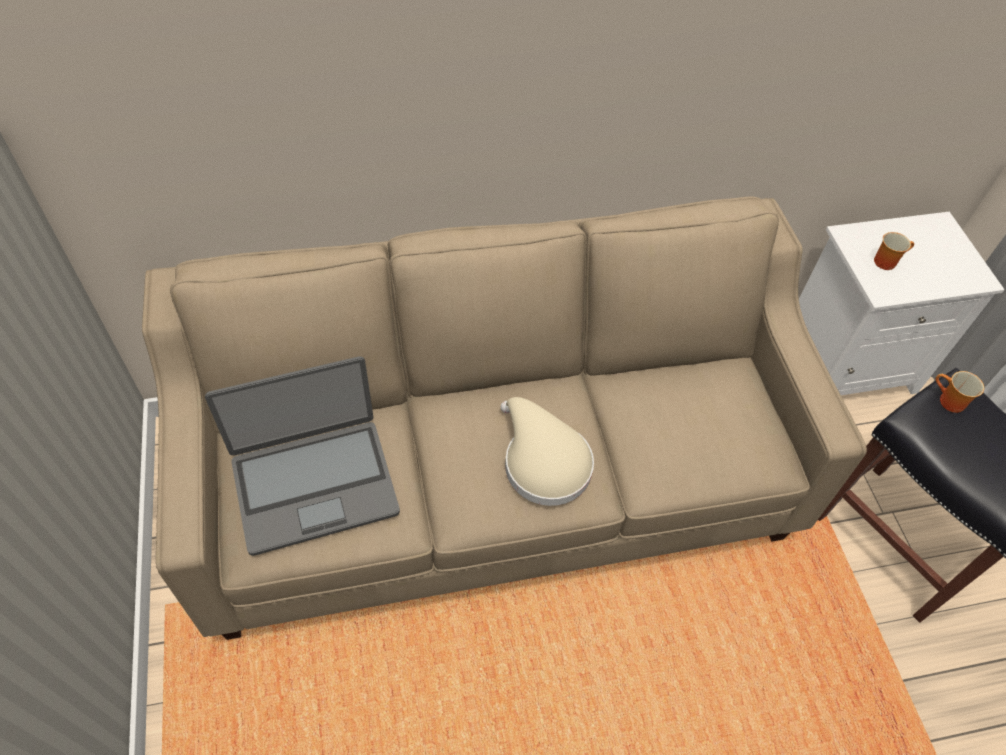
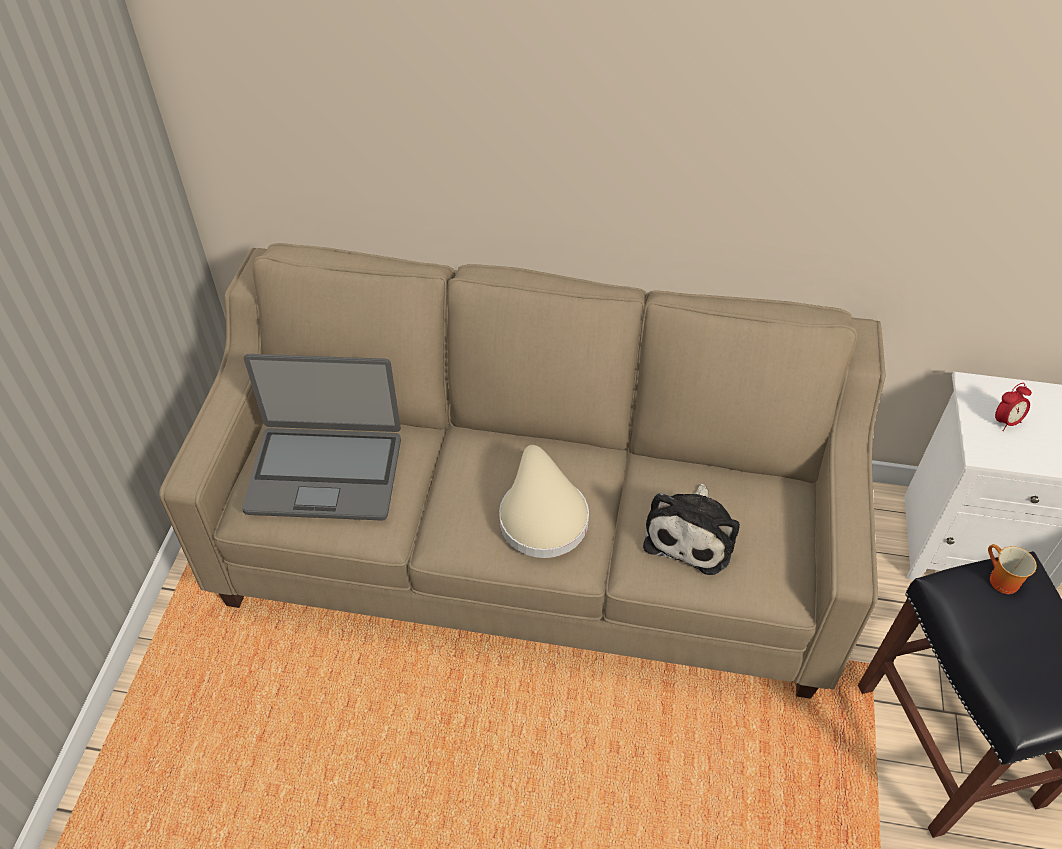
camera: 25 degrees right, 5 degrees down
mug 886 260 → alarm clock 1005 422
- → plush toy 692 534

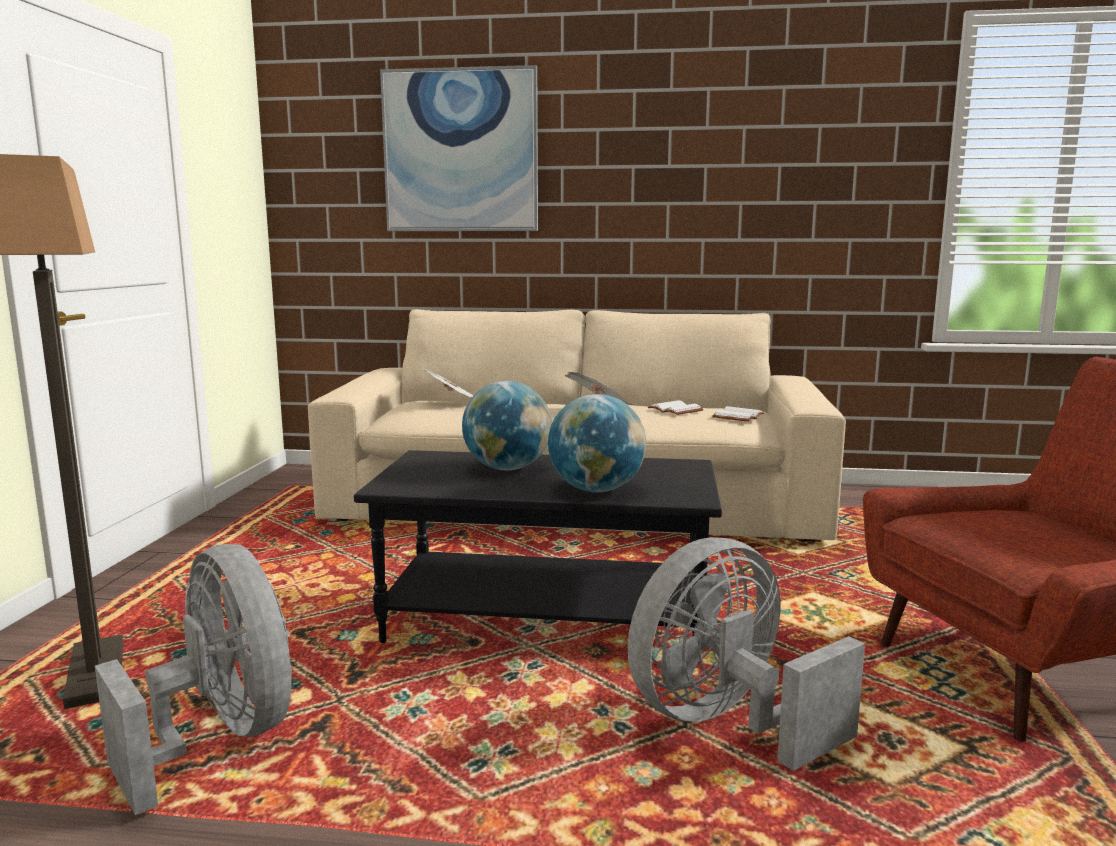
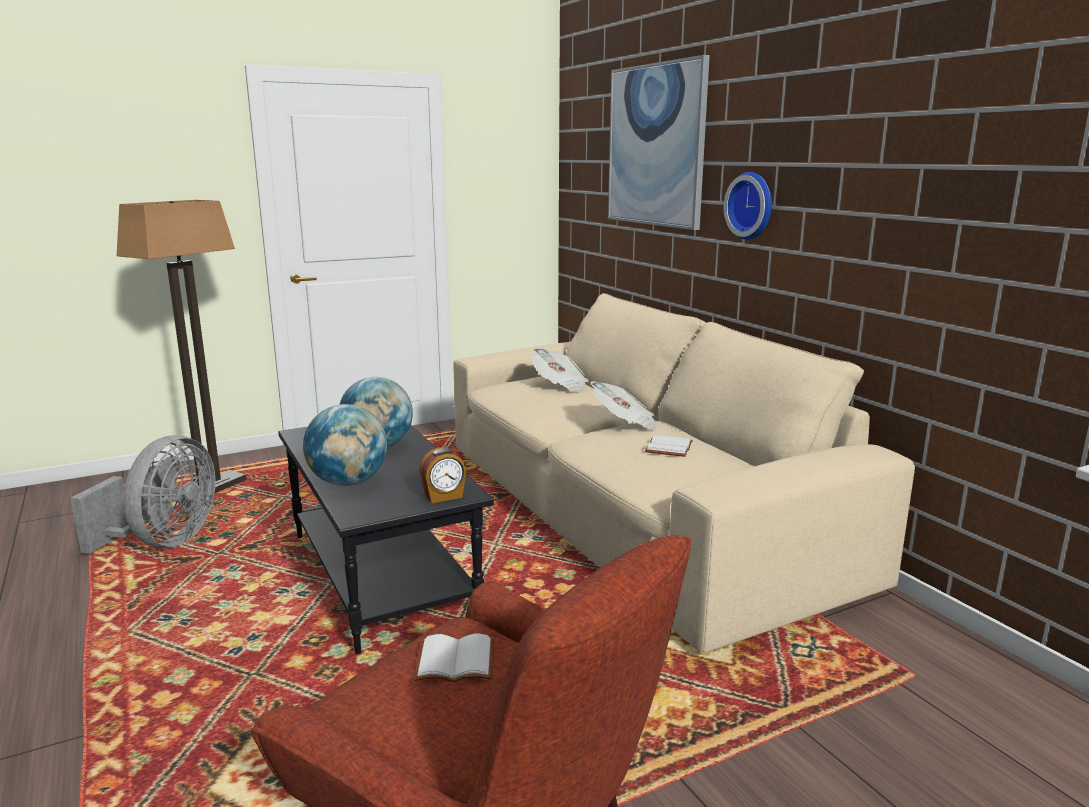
camera: 55 degrees right, 5 degrees up
book (white) 739 417 → book (white) 454 663, shifted
fan (grey) 726 722 → -
- → wall clock 752 205
- → alarm clock 444 496

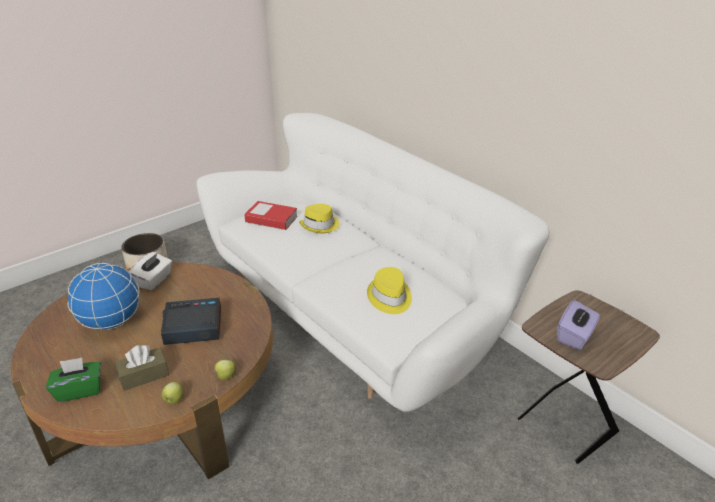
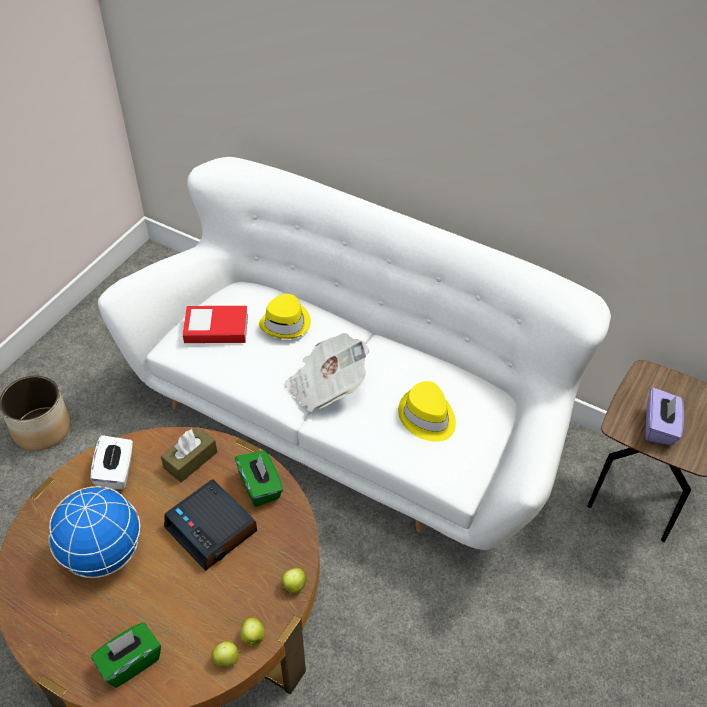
camera: 20 degrees left, 15 degrees up
alarm clock 192 327 → alarm clock 212 529, 105 degrees counterclockwise
tissue box (brown) 144 375 → tissue box (brown) 190 460, shifted
- → newspaper 326 386
- → tissue box (green) 260 487
- → apple 227 659

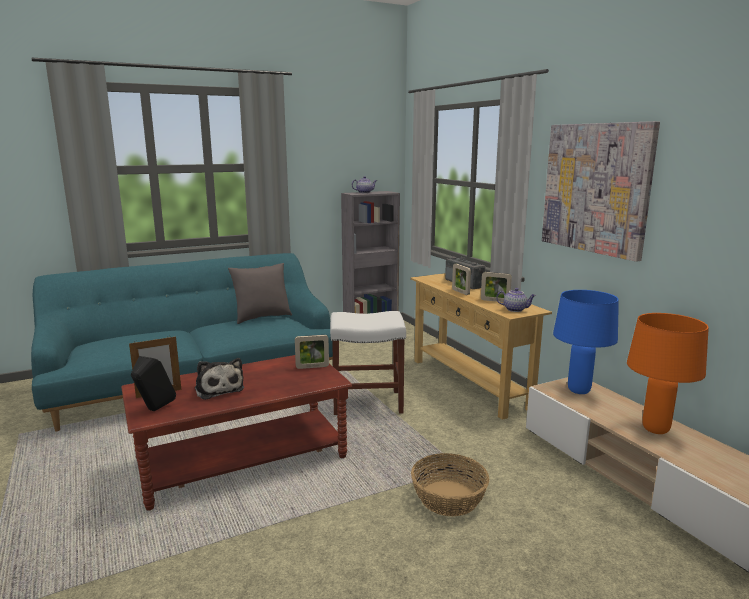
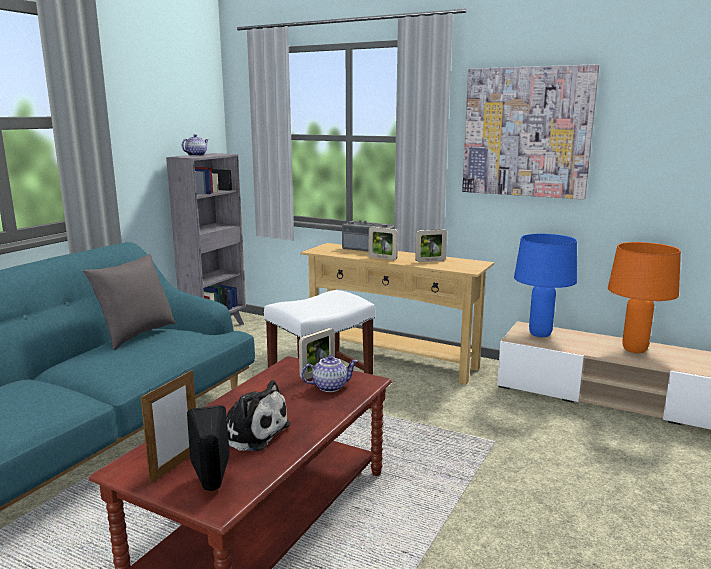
camera: 35 degrees left, 0 degrees up
teapot 515 309 → teapot 330 386, shifted
basket 449 498 → -

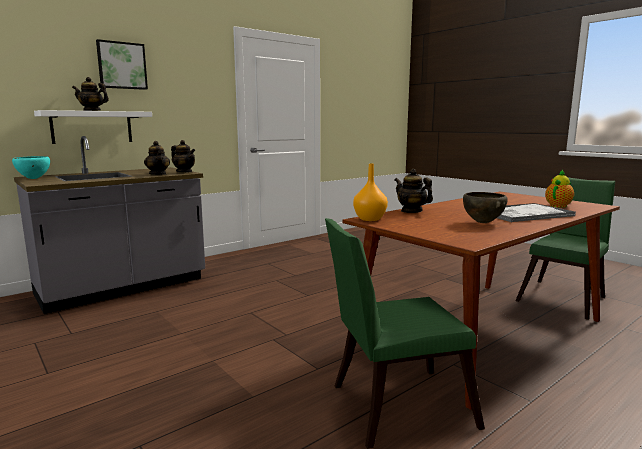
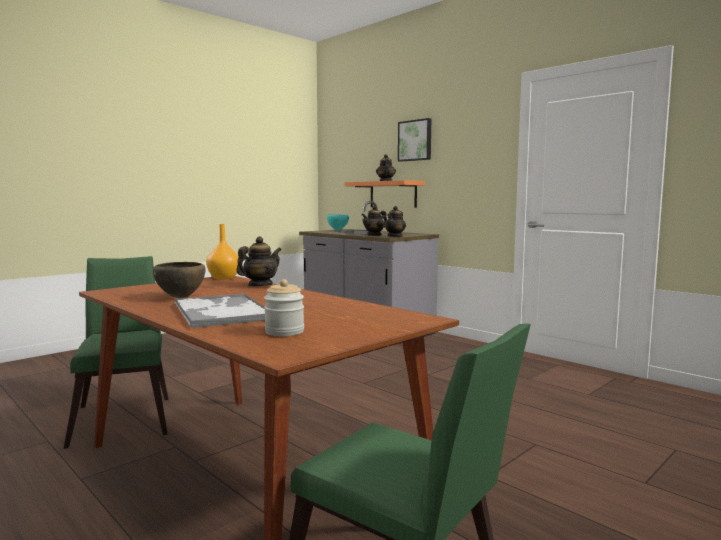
camera: 85 degrees right, 5 degrees down
shelf (white) 92 127 → shelf (orange) 393 194
teapot 558 205 → jar 284 332

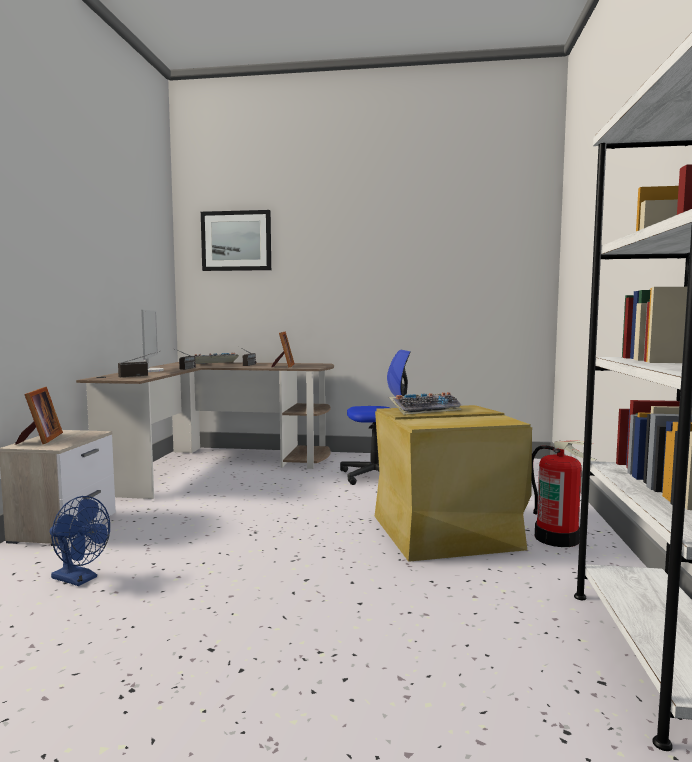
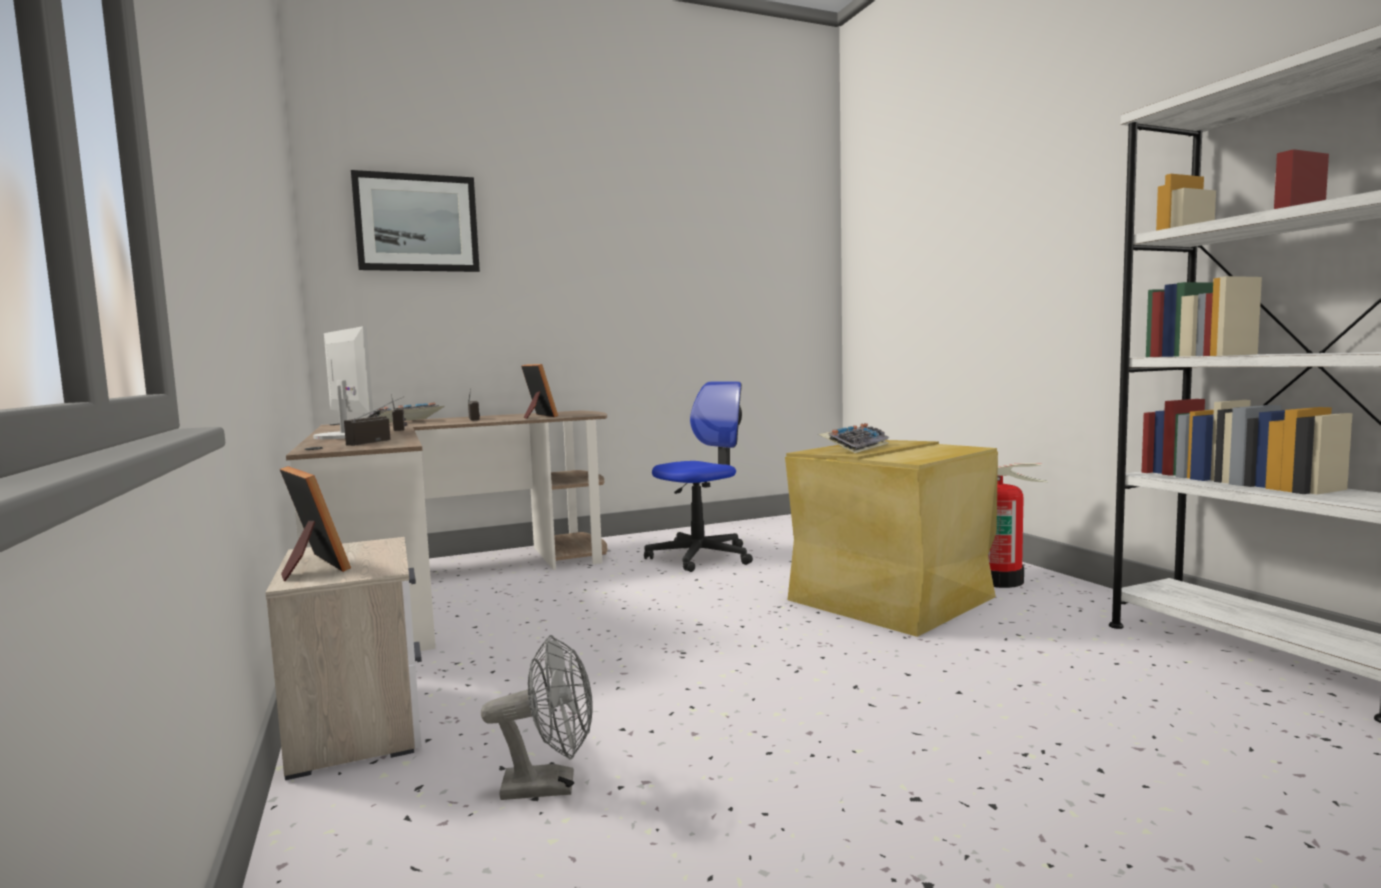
camera: 30 degrees left, 0 degrees up
fan (blue) 80 579 → fan (grey) 551 785

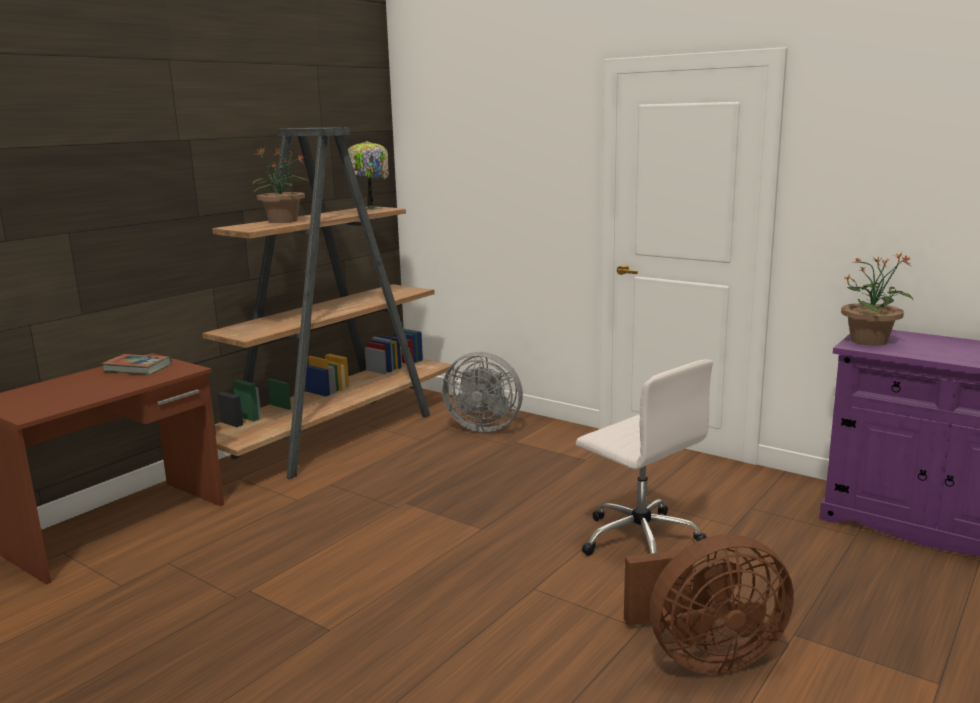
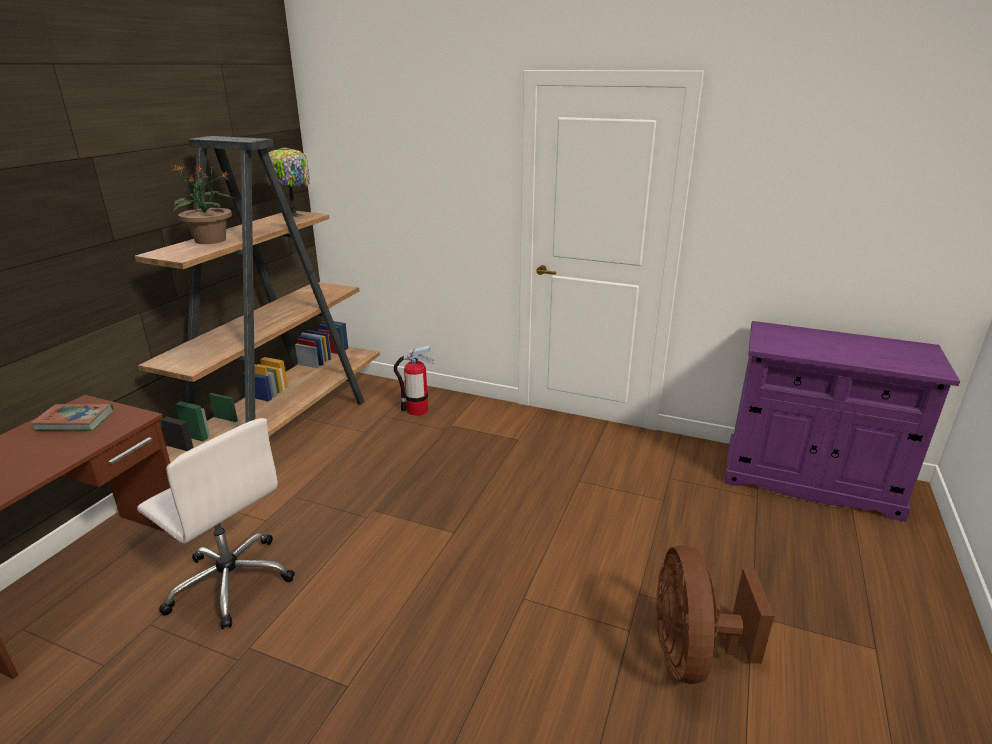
camera: 15 degrees left, 10 degrees up
potted plant 870 341 → -
fan (grey) 483 426 → fire extinguisher 417 410
office chair (white) 639 538 → office chair (white) 230 581, shifted
fan (brown) 704 656 → fan (brown) 692 654, 120 degrees clockwise

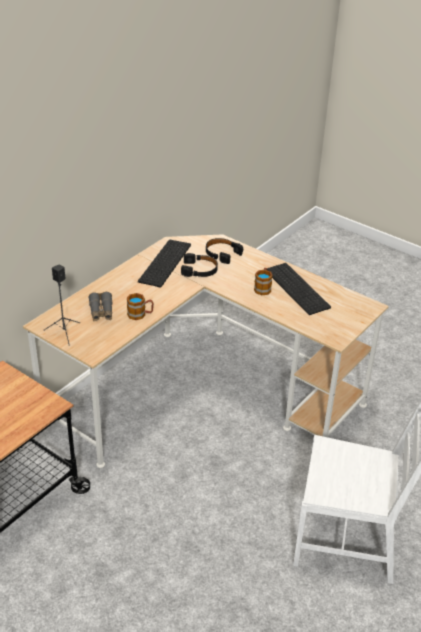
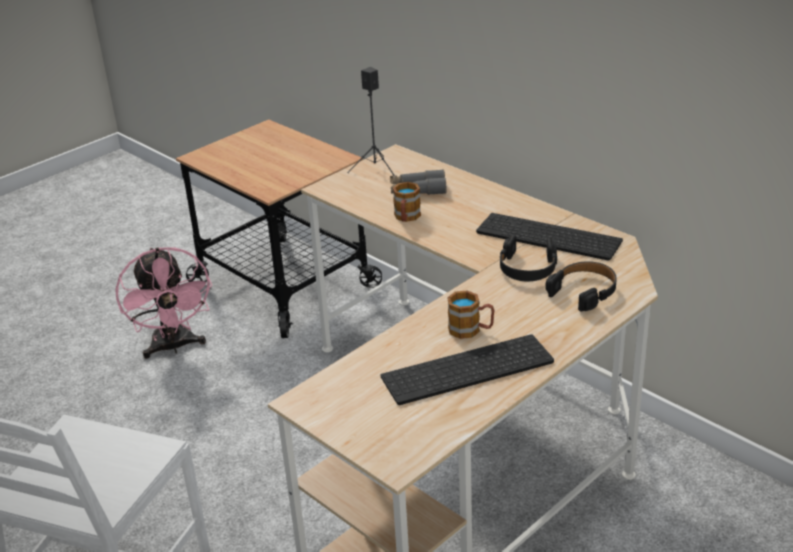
camera: 100 degrees right, 5 degrees down
- → fan (pink) 174 347

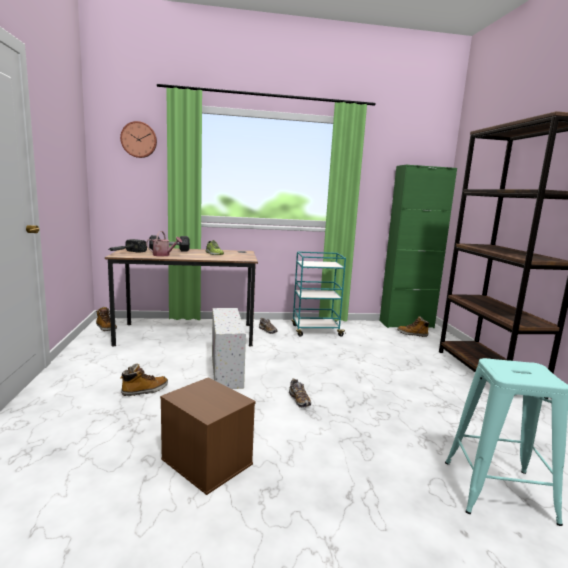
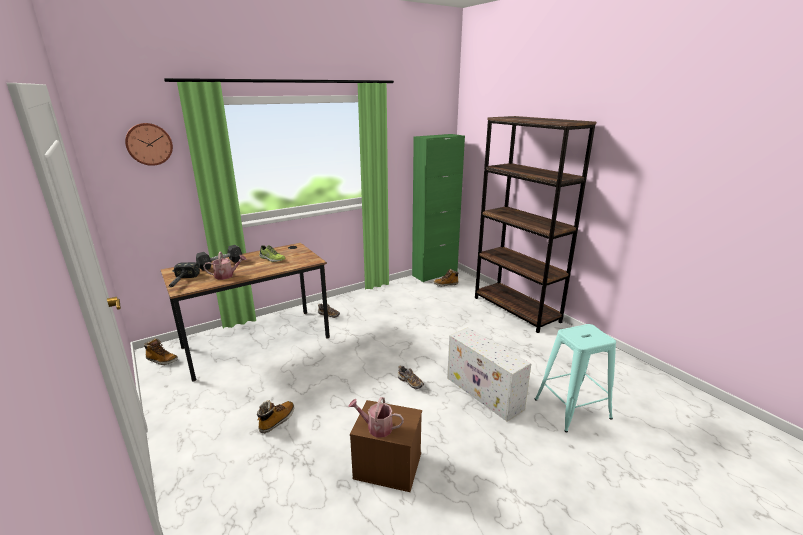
camera: 25 degrees left, 10 degrees up
cart (turquoise) 315 331 → -
storage box (white) 226 370 → storage box (white) 485 393, shifted
- → watering can 376 427

